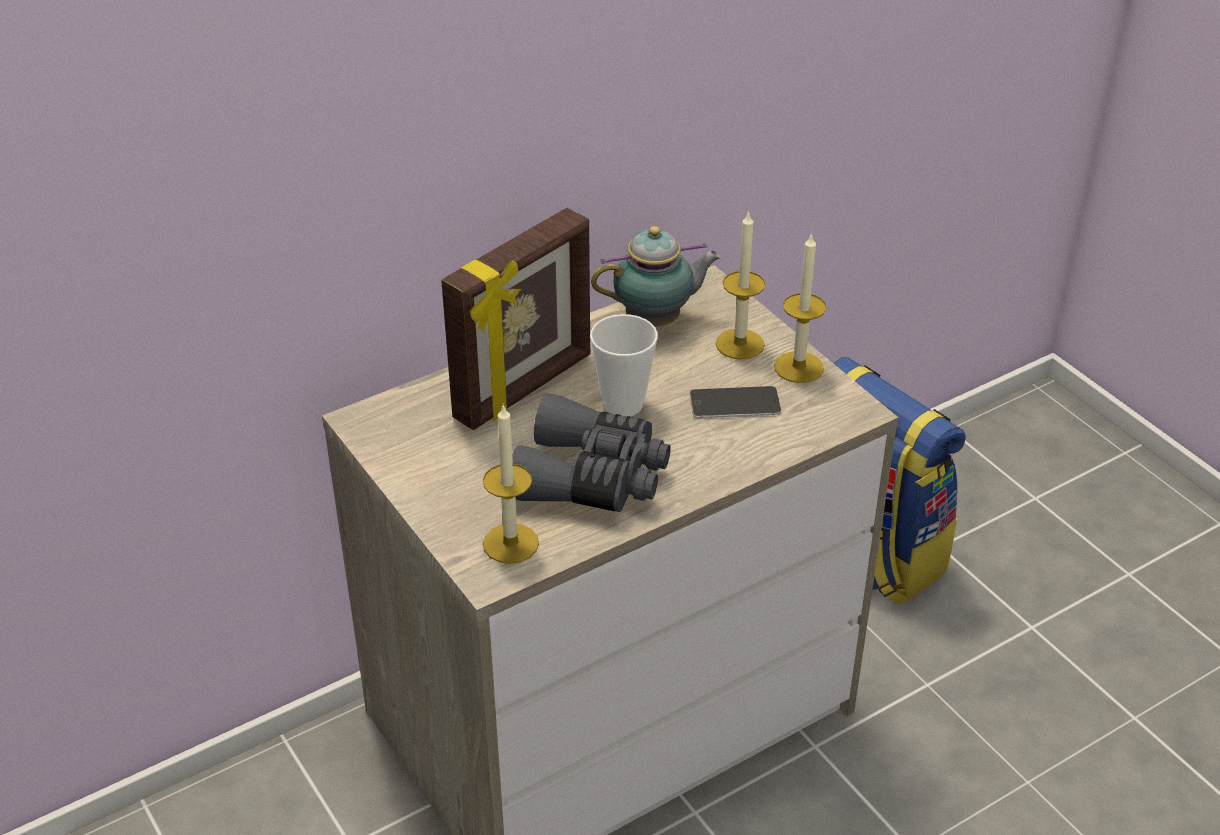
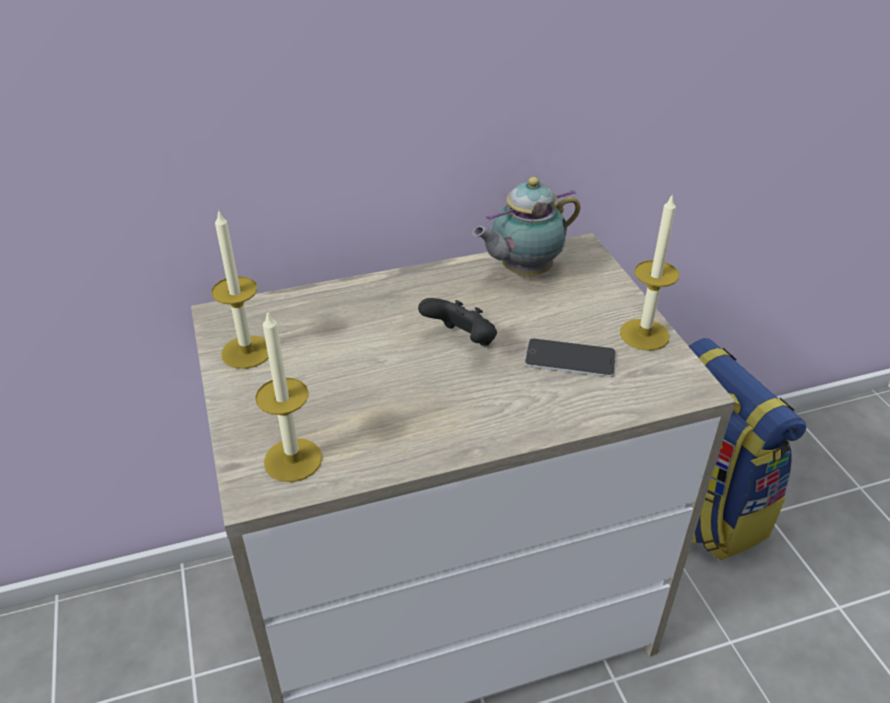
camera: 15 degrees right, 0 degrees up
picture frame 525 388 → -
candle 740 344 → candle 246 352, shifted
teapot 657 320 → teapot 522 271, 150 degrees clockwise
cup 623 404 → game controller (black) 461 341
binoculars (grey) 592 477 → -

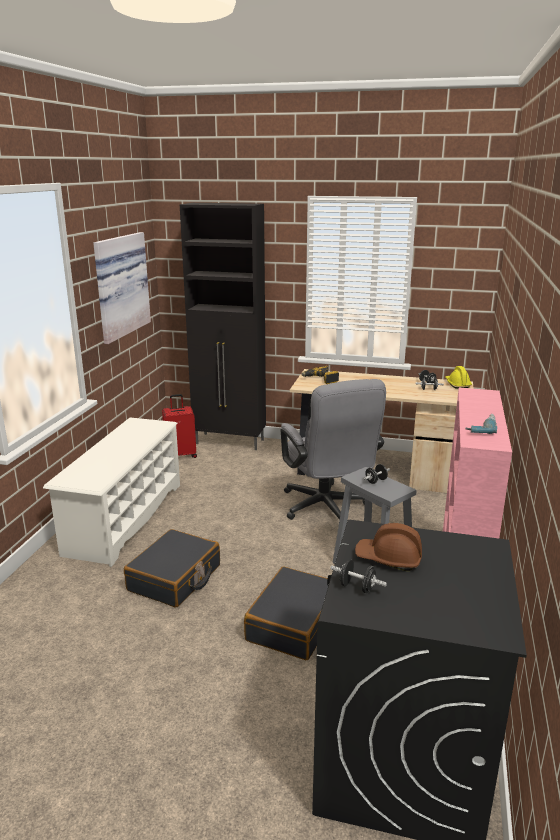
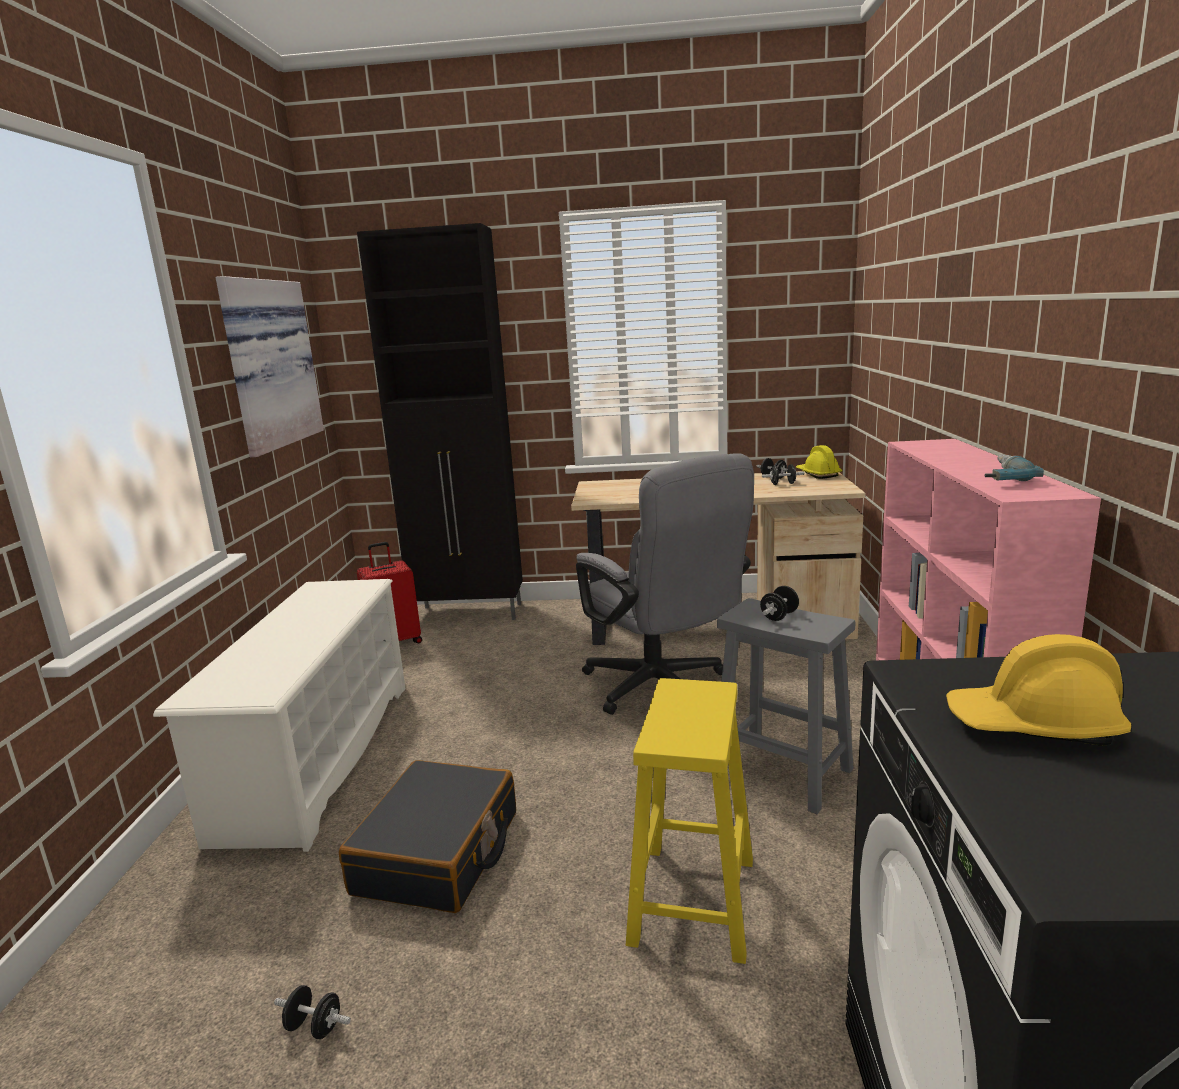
camera: 10 degrees left, 5 degrees down
power drill 321 379 → -
hard hat (brown) 388 559 → hard hat (yellow) 1033 725
dumbbell (black) 357 587 → dumbbell (black) 314 1027, shifted
suitcase (black) 293 623 → stool (yellow) 693 902

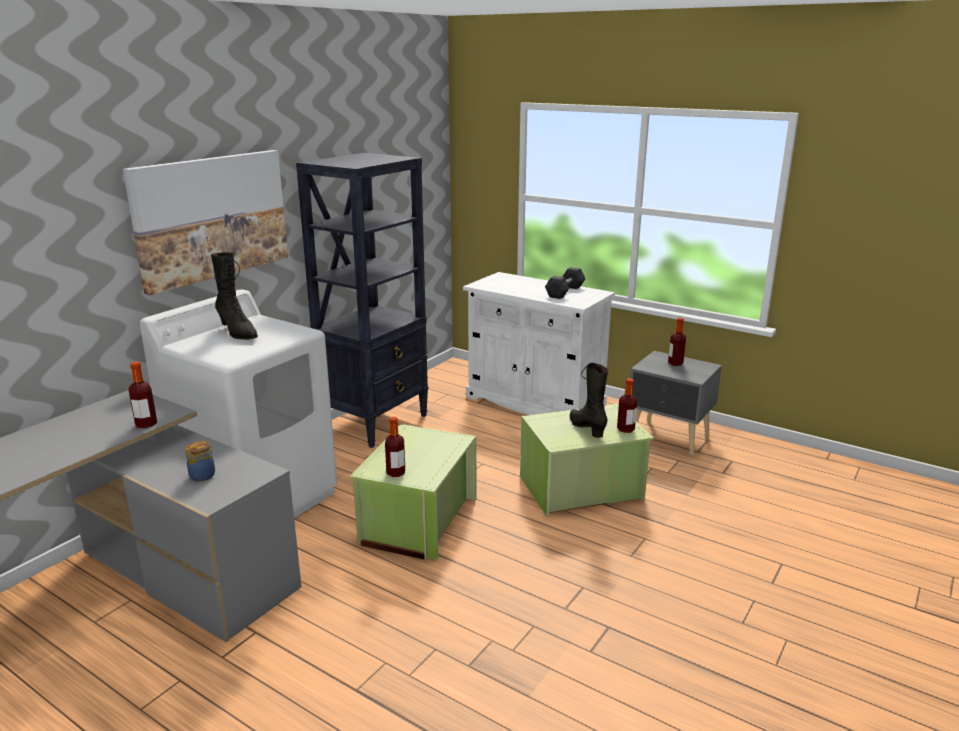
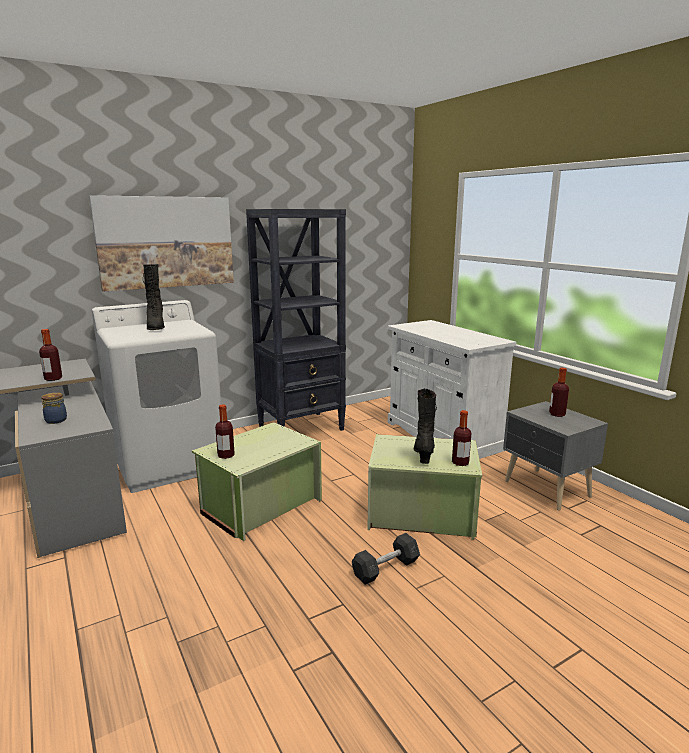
camera: 25 degrees right, 5 degrees down
dumbbell (grey) 565 292 → dumbbell (grey) 385 568, shifted

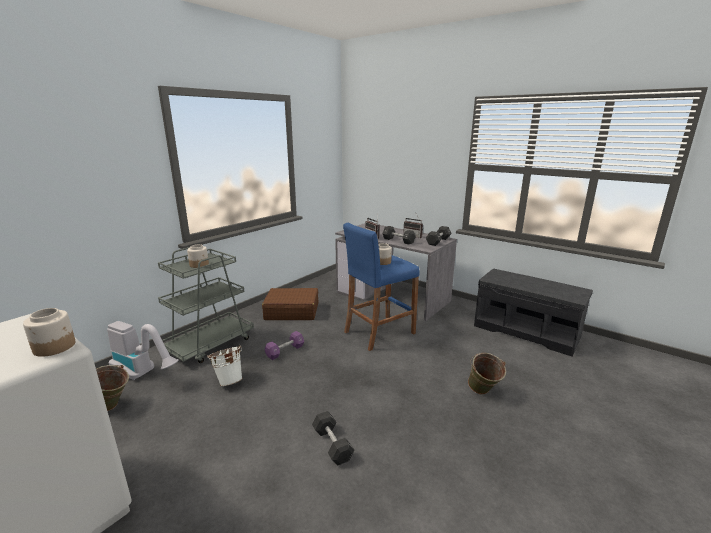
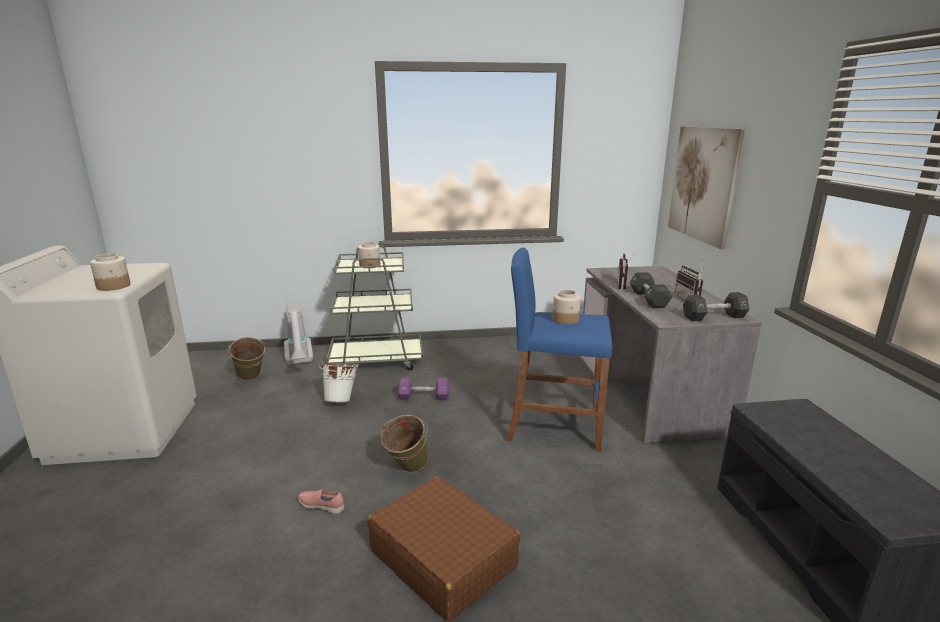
camera: 45 degrees right, 0 degrees up
suitcase (brown) 291 311 → suitcase (brown) 442 558, shifted
bucket (green) 483 393 → bucket (green) 406 470, shifted
dumbbell (black) 332 445 → shoe (pink) 322 506
- → picture 703 184

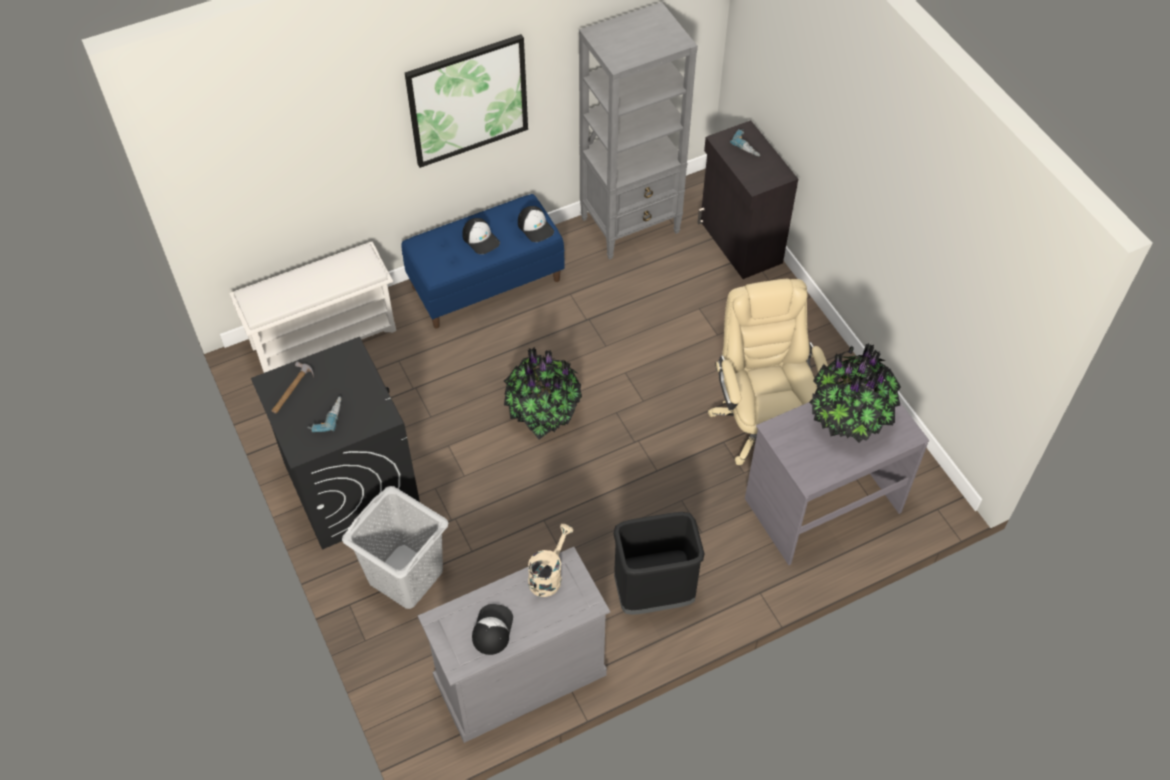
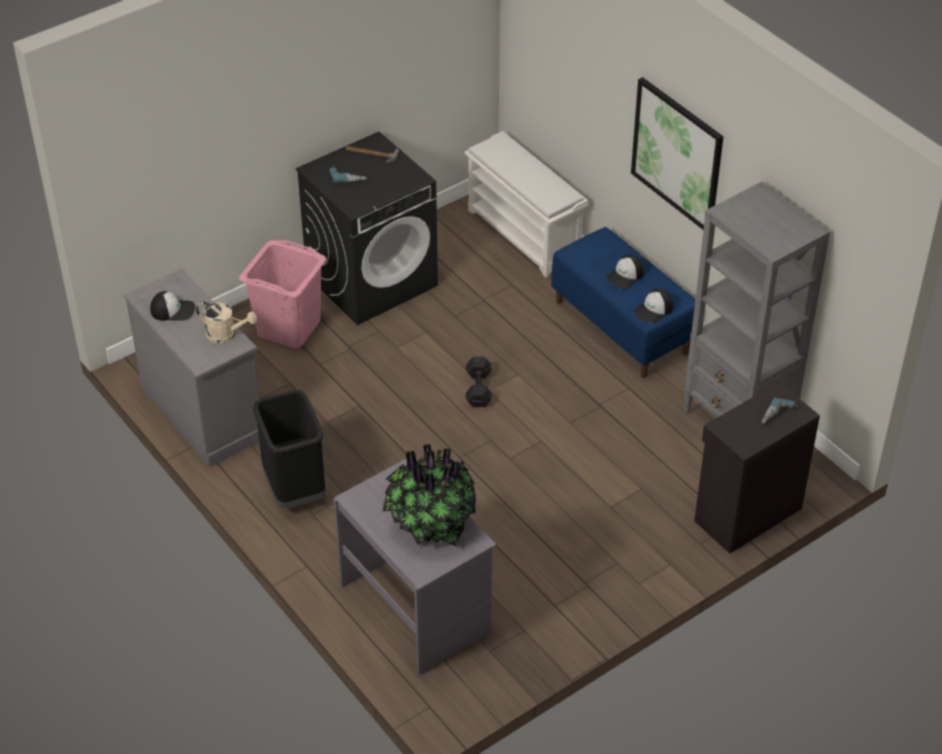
camera: 80 degrees right, 10 degrees down
office chair (beige) 762 421 → -
potted plant 543 411 → dumbbell (black) 479 388
laundry basket (grey) 406 575 → laundry basket (pink) 289 328

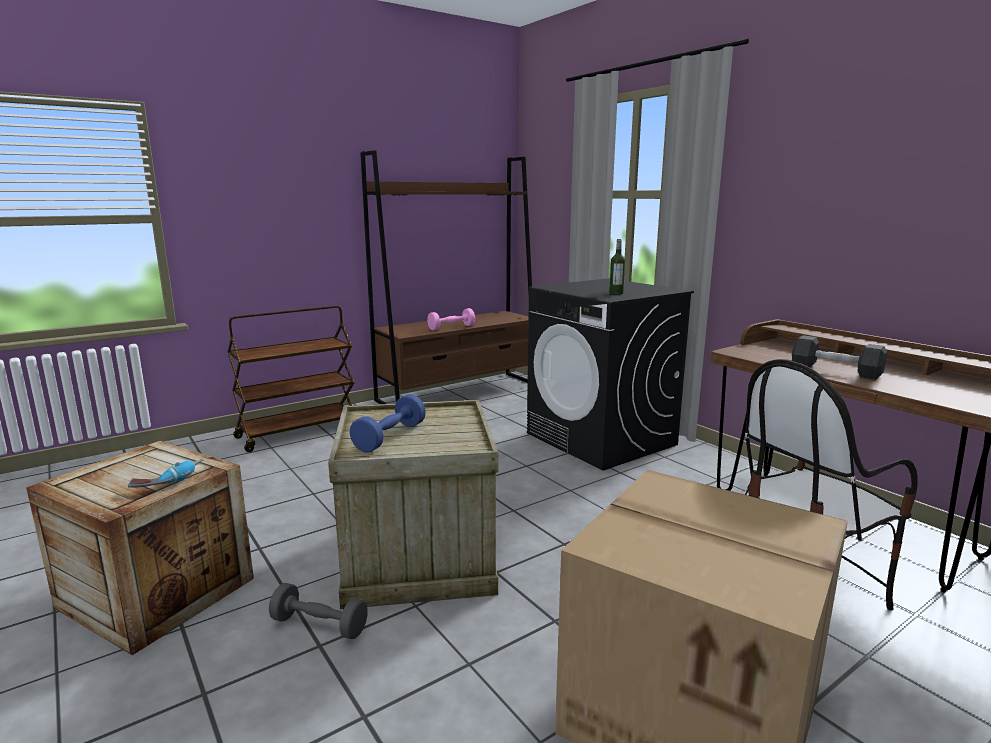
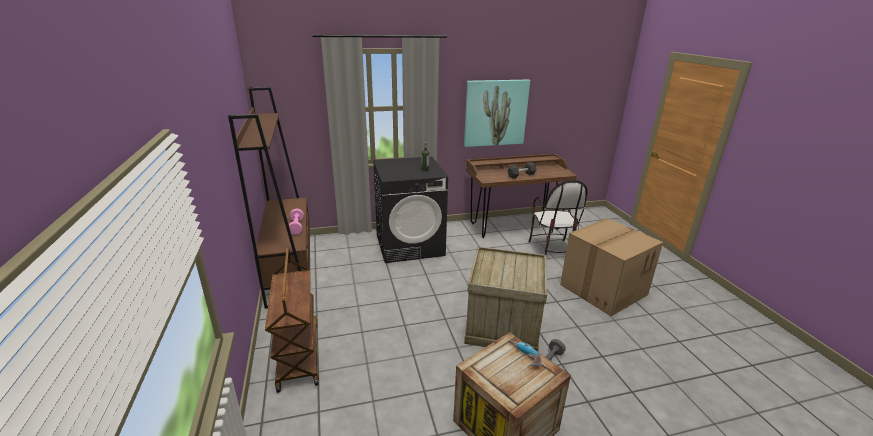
camera: 70 degrees left, 10 degrees up
dumbbell (blue) 390 437 → -
- → picture 495 113

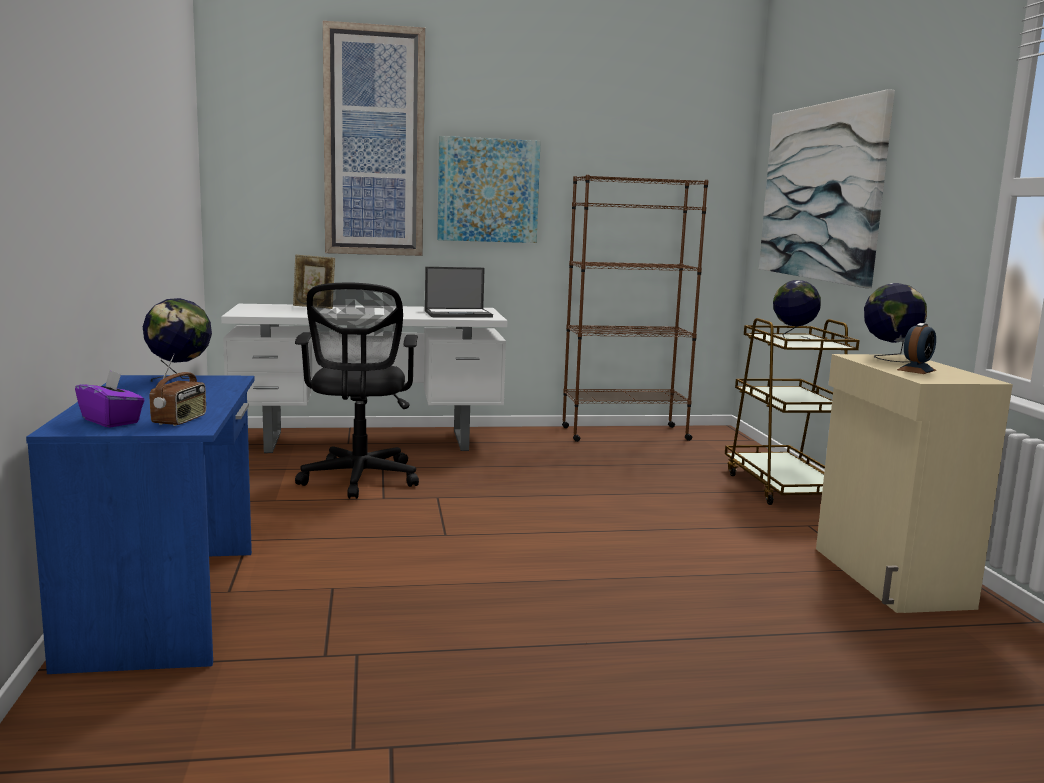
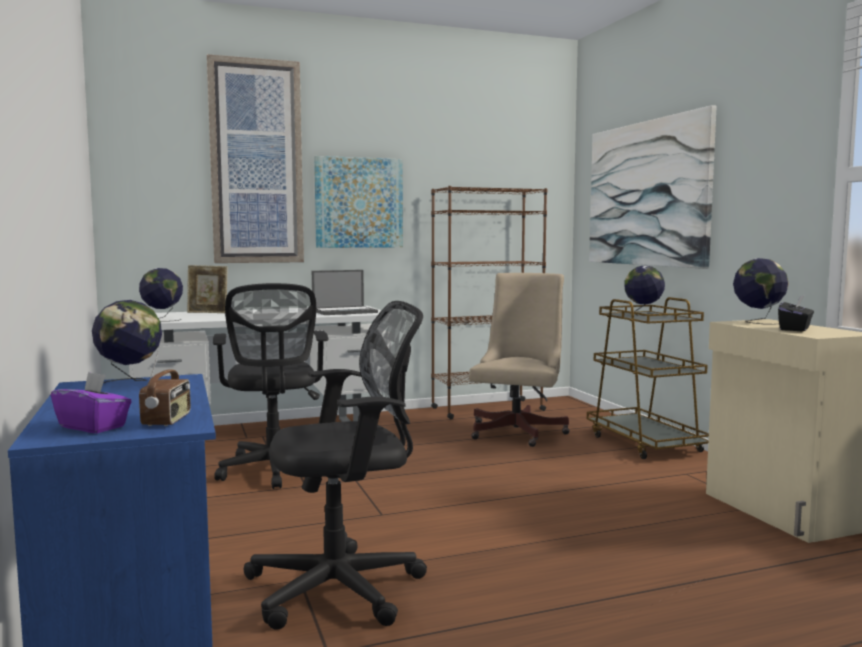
camera: 10 degrees left, 5 degrees down
alarm clock 916 370 → tissue box (black) 795 329
- → globe 162 320
- → office chair (beige) 519 430
- → office chair (black) 344 588

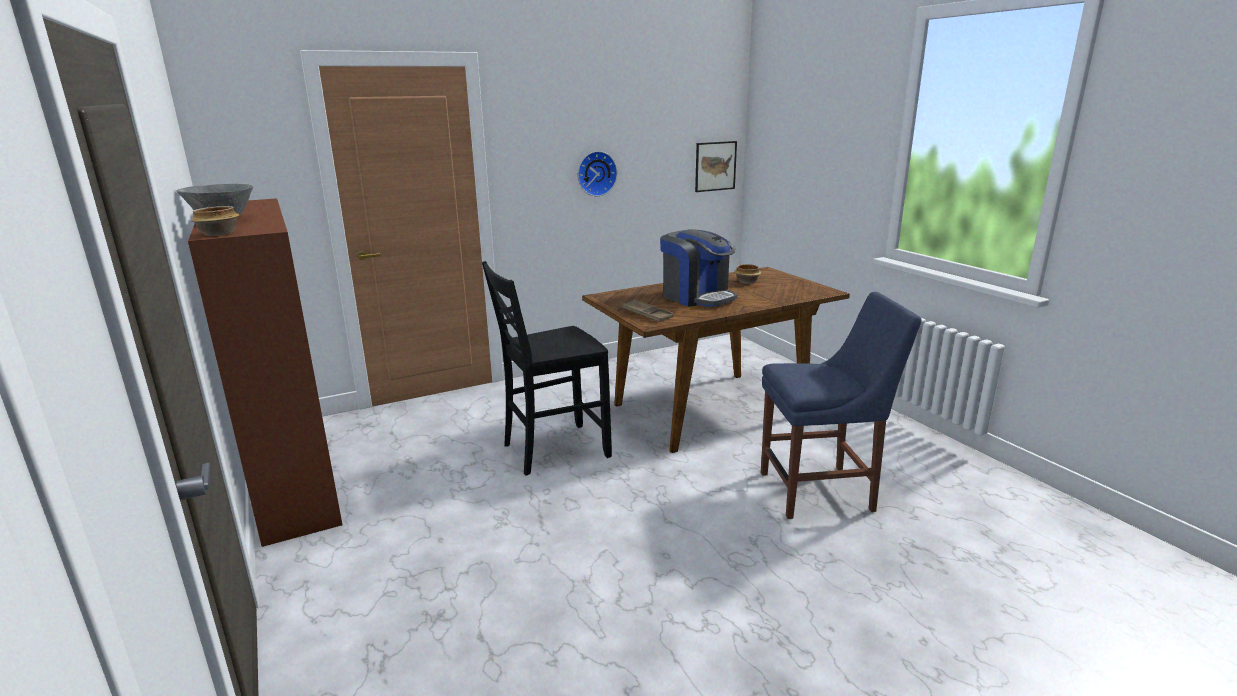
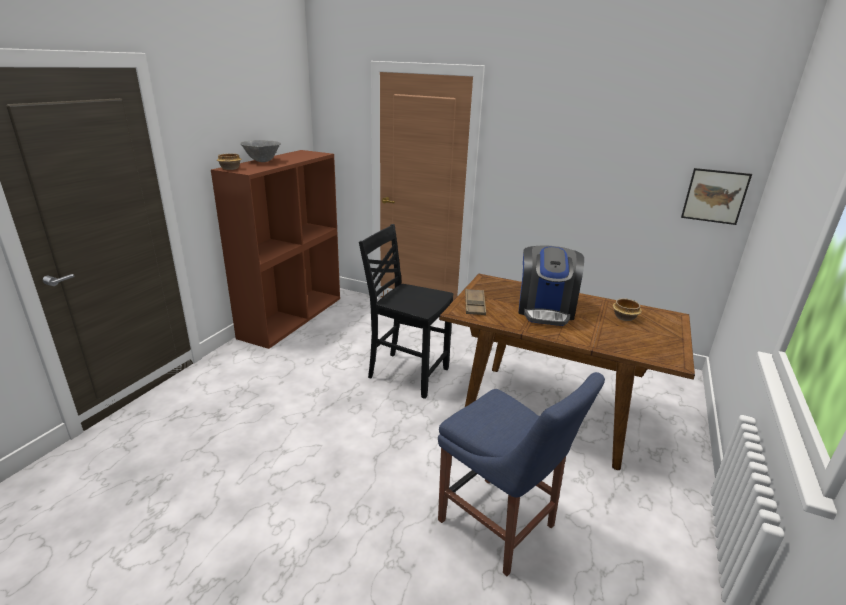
camera: 50 degrees right, 5 degrees up
wall clock 596 173 → -

